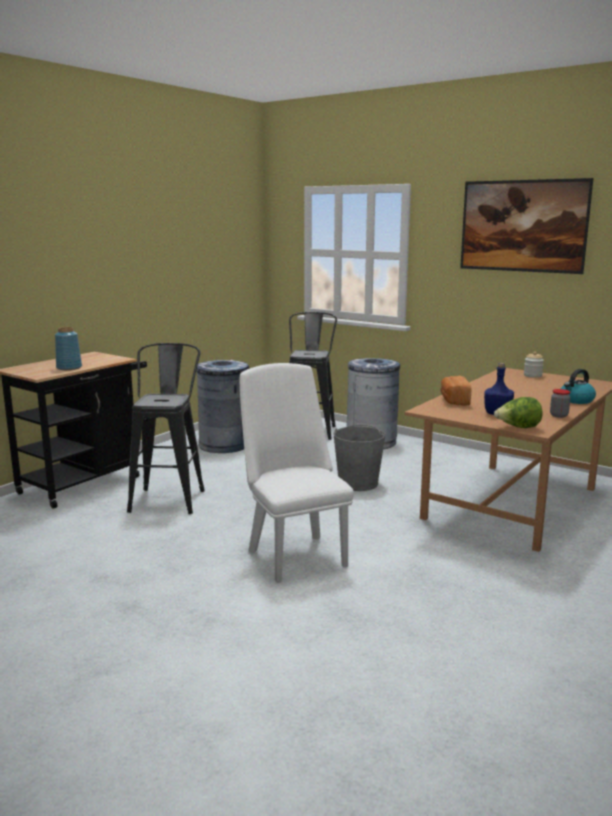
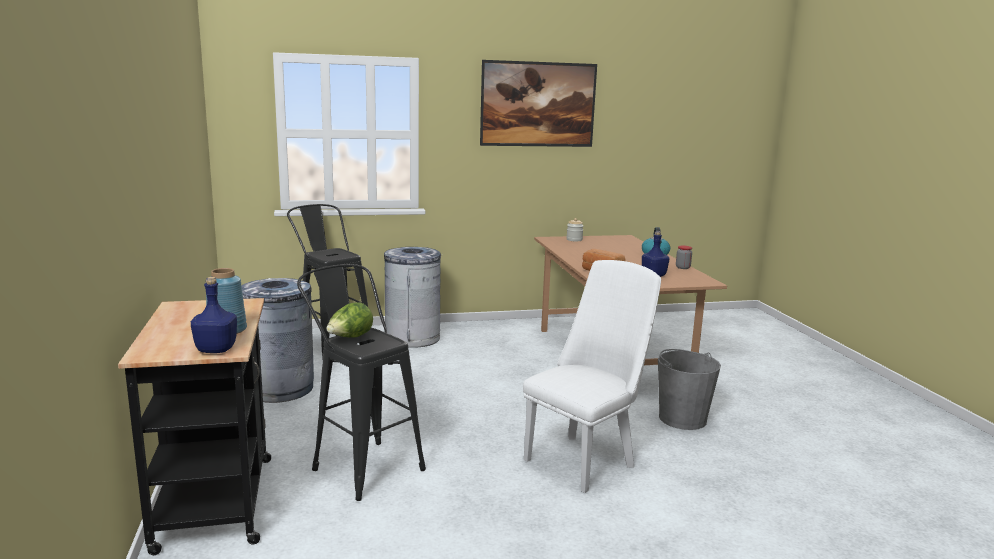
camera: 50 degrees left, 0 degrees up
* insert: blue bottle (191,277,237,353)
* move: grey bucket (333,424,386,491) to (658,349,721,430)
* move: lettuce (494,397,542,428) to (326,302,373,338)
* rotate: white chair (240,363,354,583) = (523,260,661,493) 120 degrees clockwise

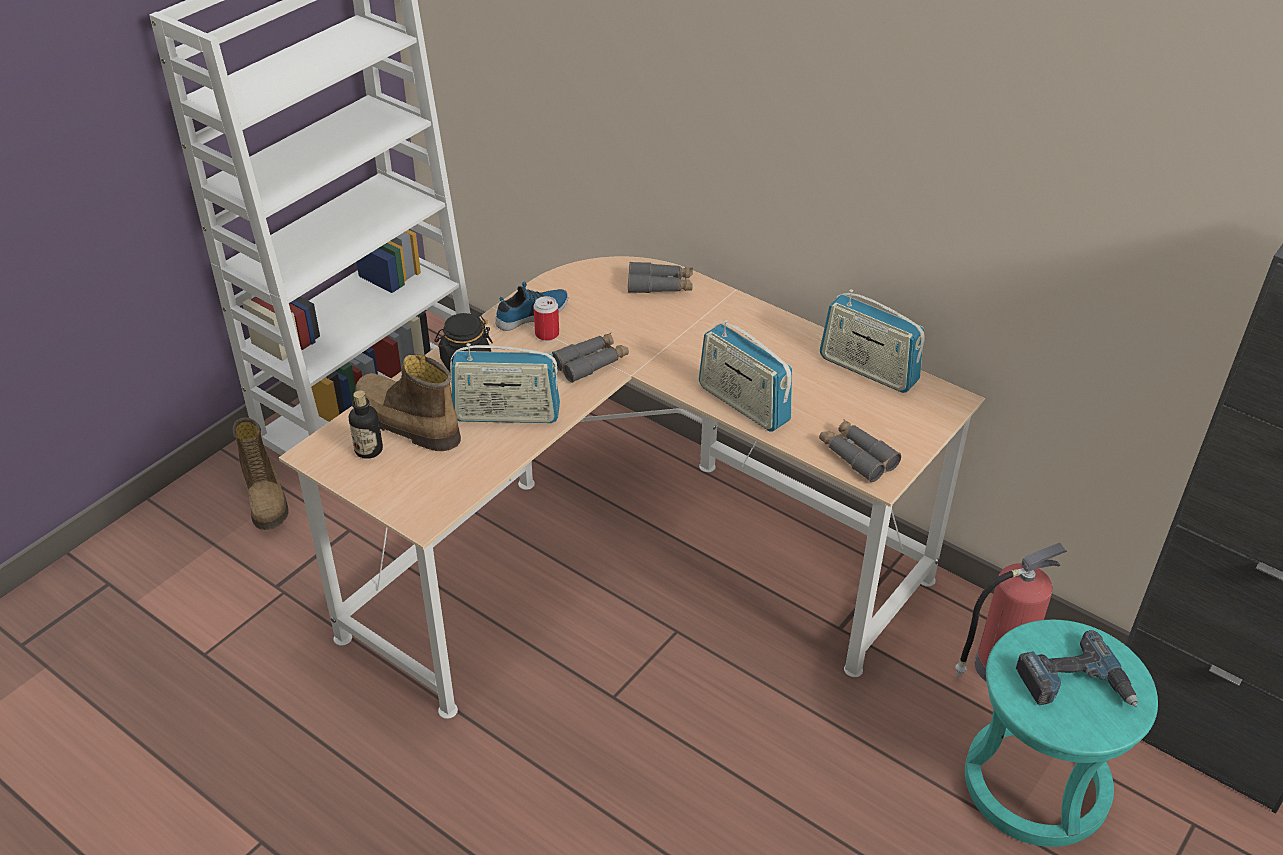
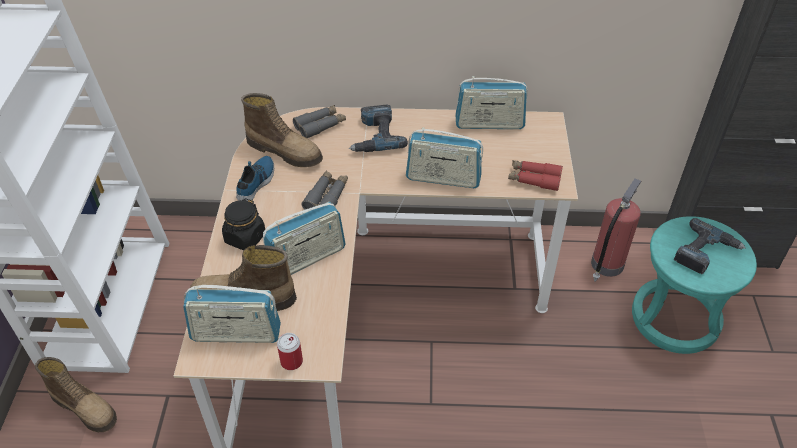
camera: 35 degrees left, 5 degrees up
* insert: boot (241,93,323,167)
* insert: power drill (349,105,408,152)
* move: can (533,296,559,341) to (277,333,303,370)
* replace: bottle (349,390,383,459) to radio (183,285,281,343)
* recolor: grey binoculars (819,419,901,482) to red binoculars (508,160,563,191)

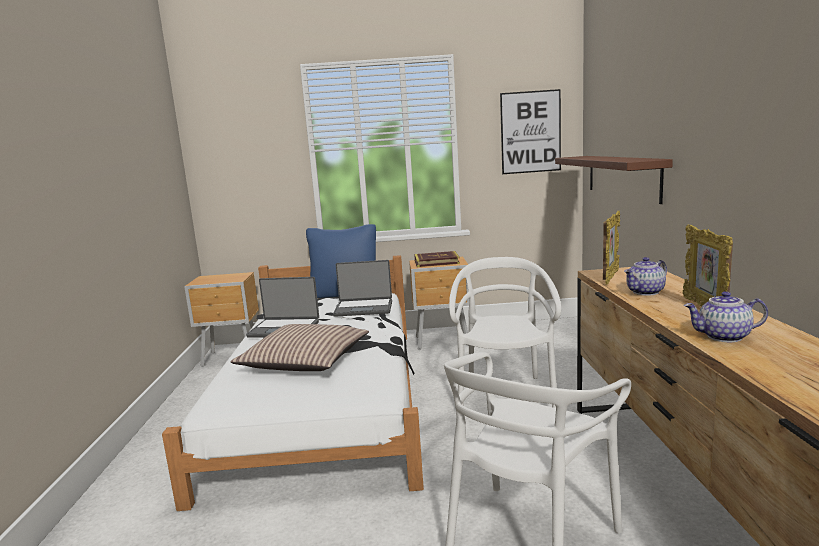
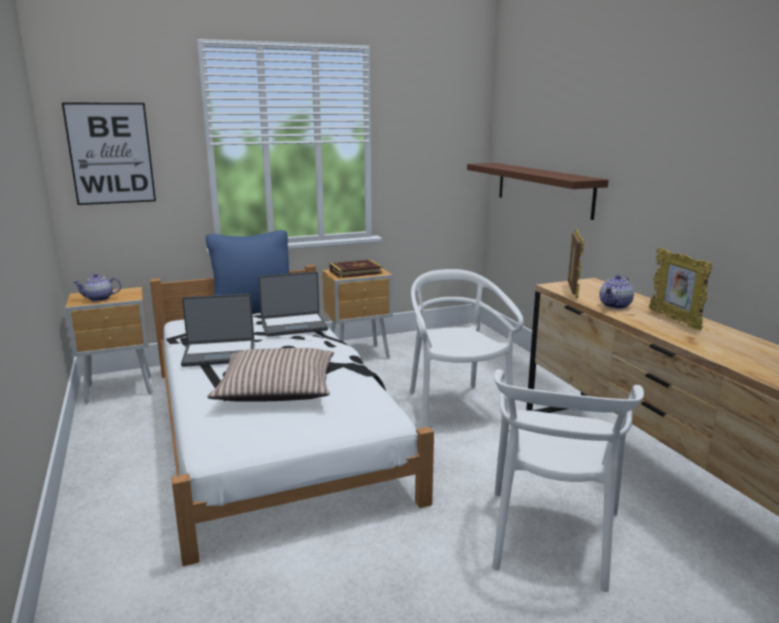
camera: 20 degrees left, 5 degrees up
* move: picture (500,89,561,174) to (62,103,156,205)
* move: teapot (684,291,768,342) to (73,274,121,302)

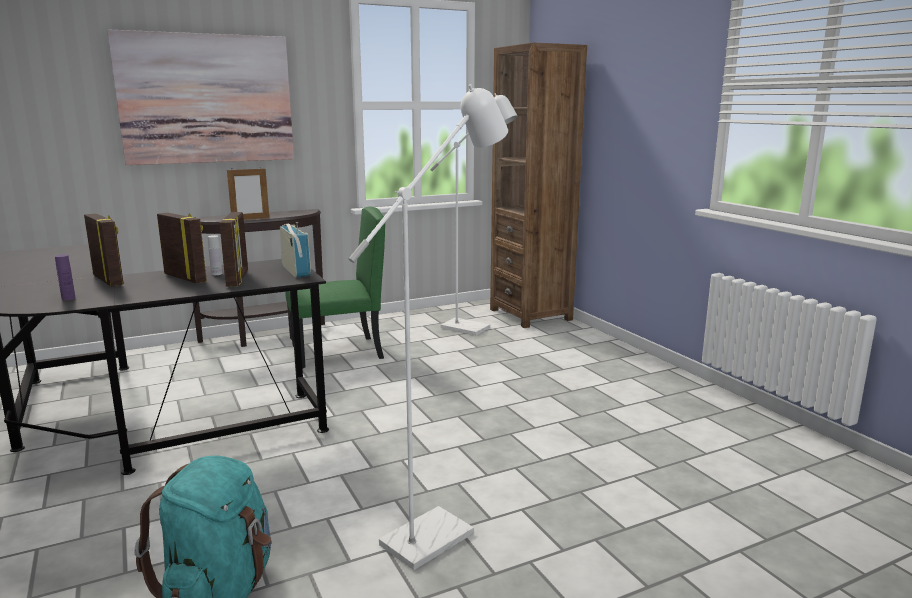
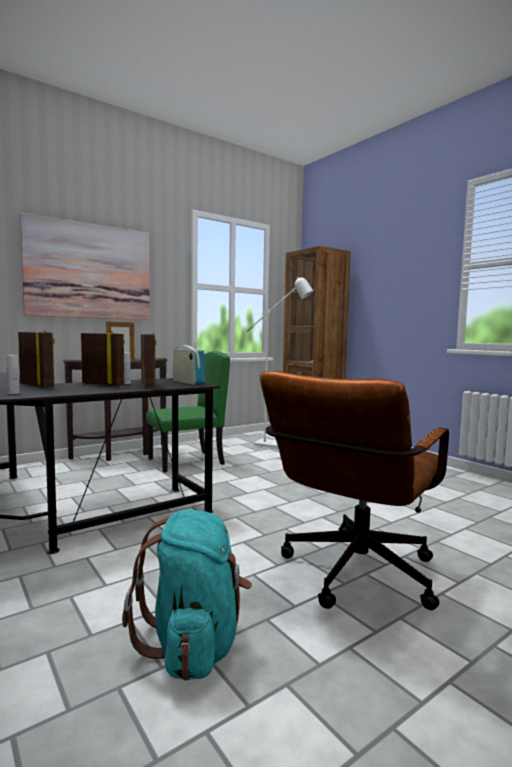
camera: 10 degrees left, 10 degrees down
* replace: white floor lamp (349,84,508,570) to brown office chair (260,371,449,610)
* recolor: purple bottle (55,255,76,300) to white bottle (6,355,19,394)

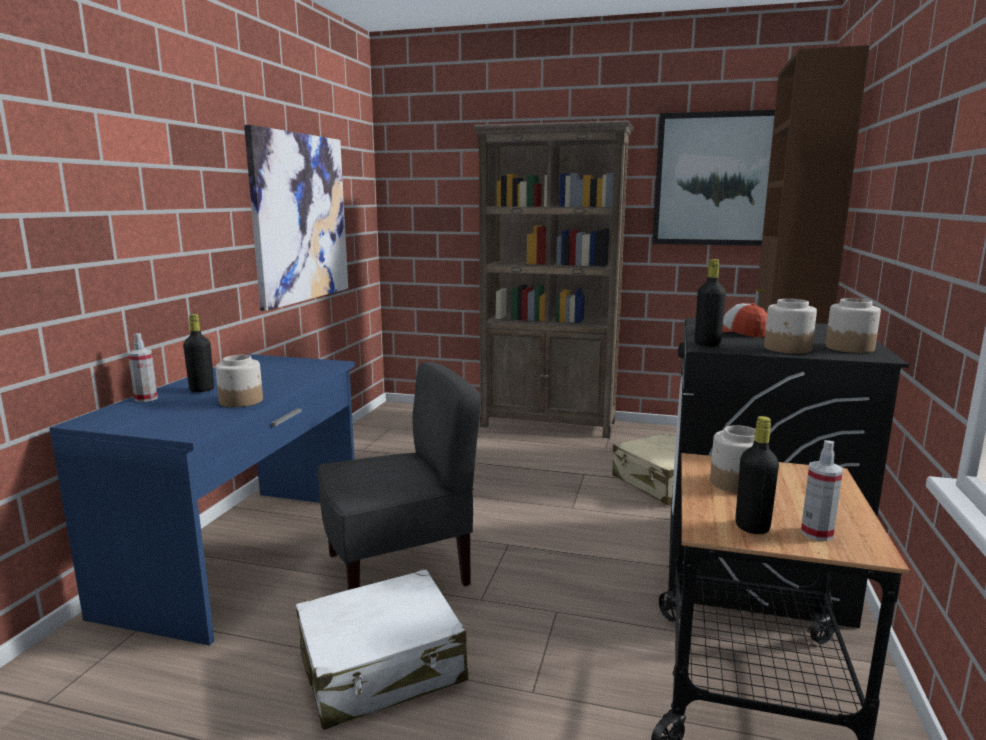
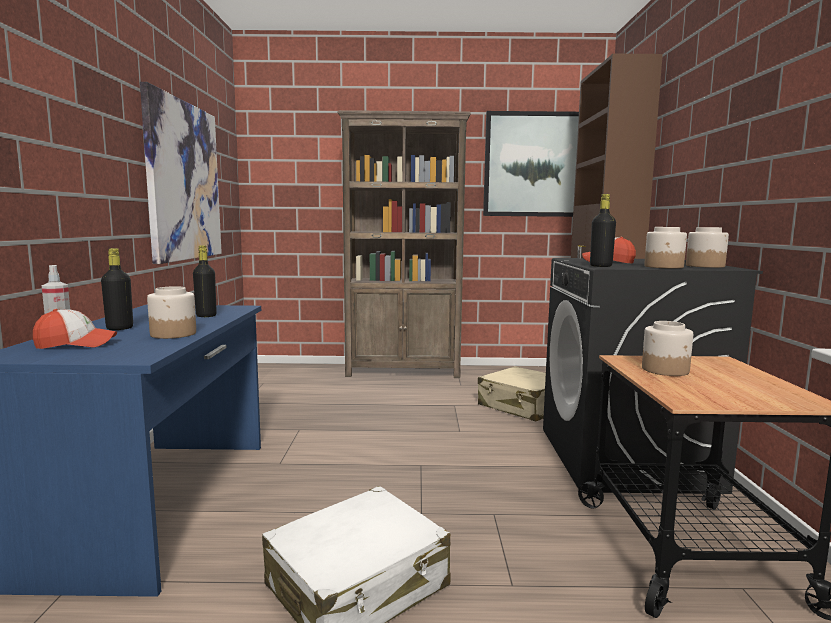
camera: 15 degrees left, 5 degrees down
* delete: grey chair (318,362,481,590)
* delete: spray bottle (801,440,843,541)
* insert: cap (33,309,117,349)
* move: black bottle (735,416,779,534) to (193,245,217,317)

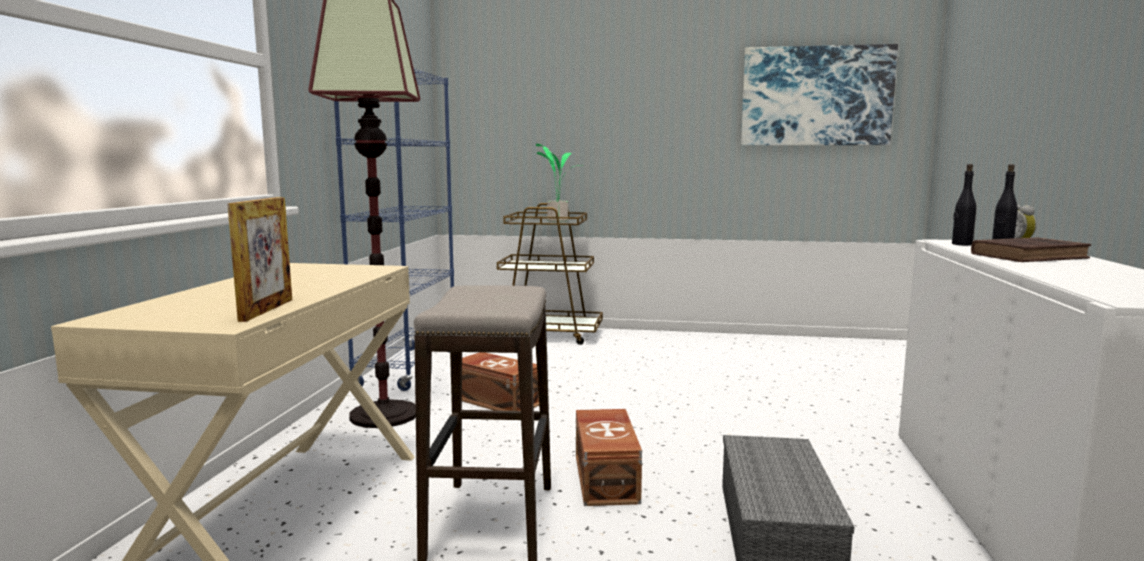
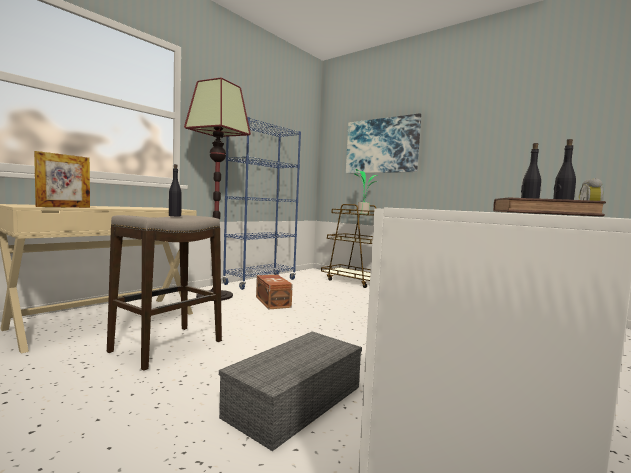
camera: 30 degrees right, 5 degrees down
* delete: brown storage box (576,409,642,506)
* insert: black bottle (169,164,182,216)
* move: picture (741,44,898,145) to (346,113,421,173)

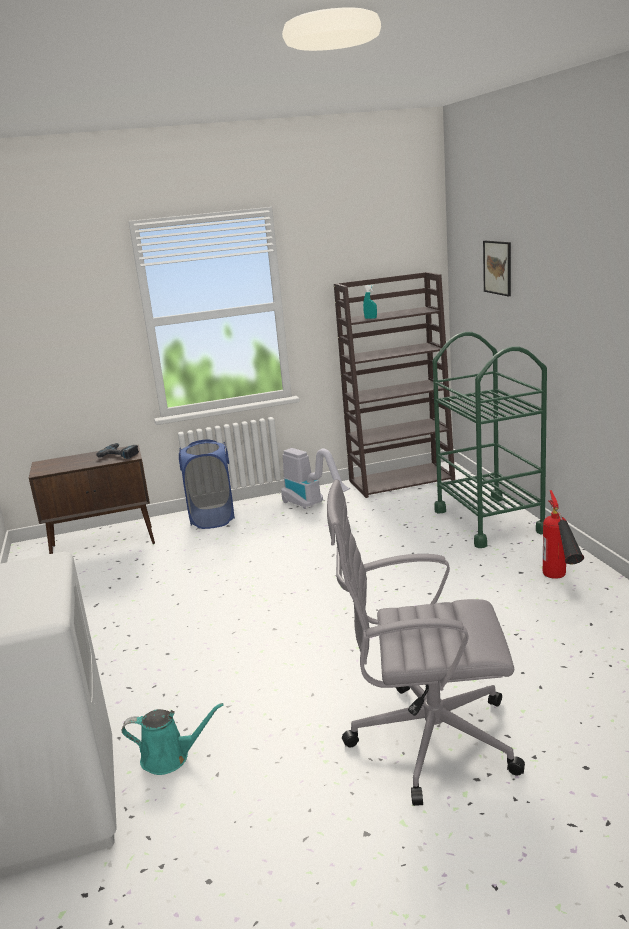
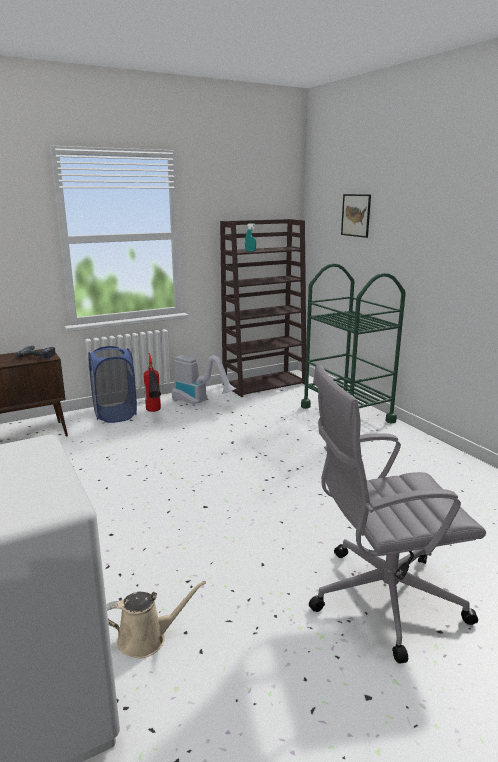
camera: 15 degrees left, 0 degrees up
* move: fire extinguisher (543,490,584,579) to (144,353,161,412)
* recolor: turquoise watering can (122,703,224,775) to beige watering can (106,581,206,658)

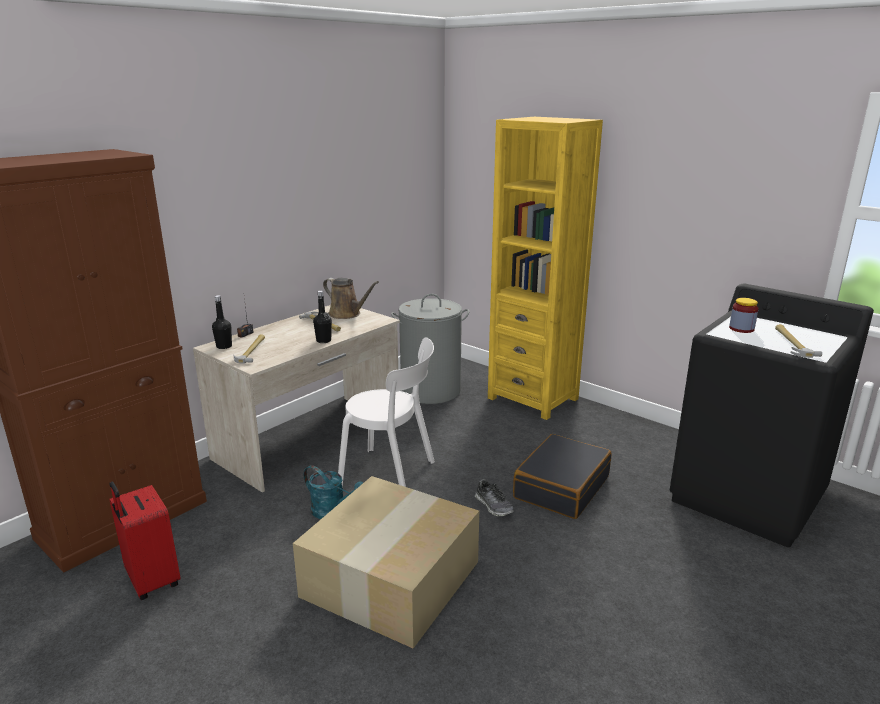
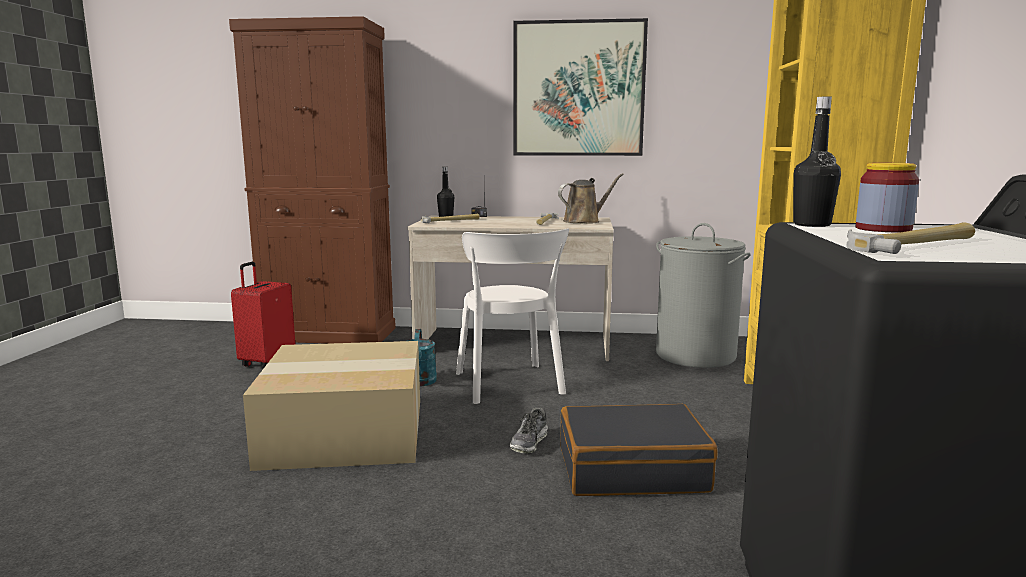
camera: 55 degrees right, 10 degrees down
* insert: picture (513,18,648,156)
* move: black bottle (313,290,332,343) to (793,96,841,227)
* rotate: brown watering can (323,278,379,319) = (558,173,624,223) 120 degrees counterclockwise

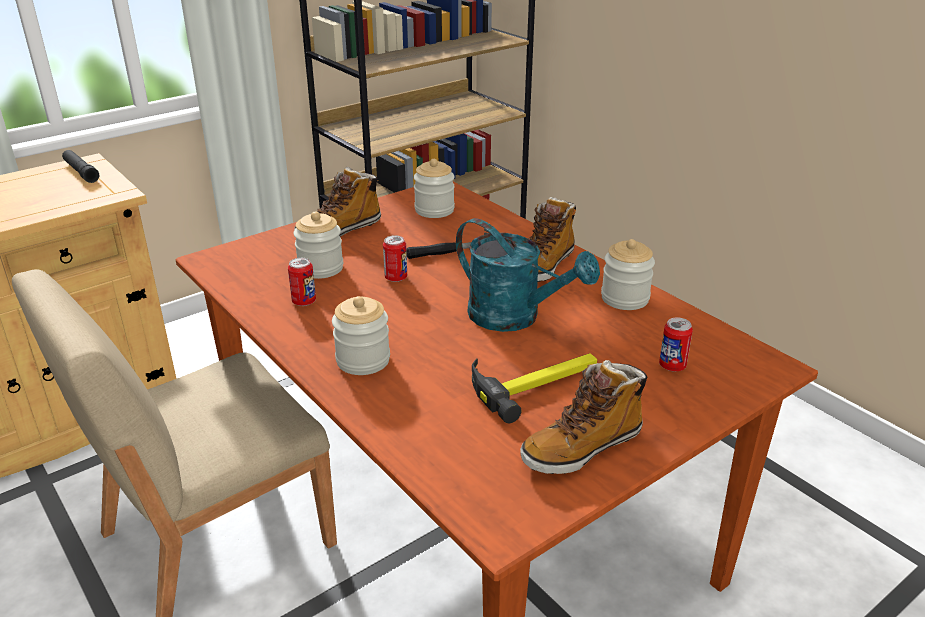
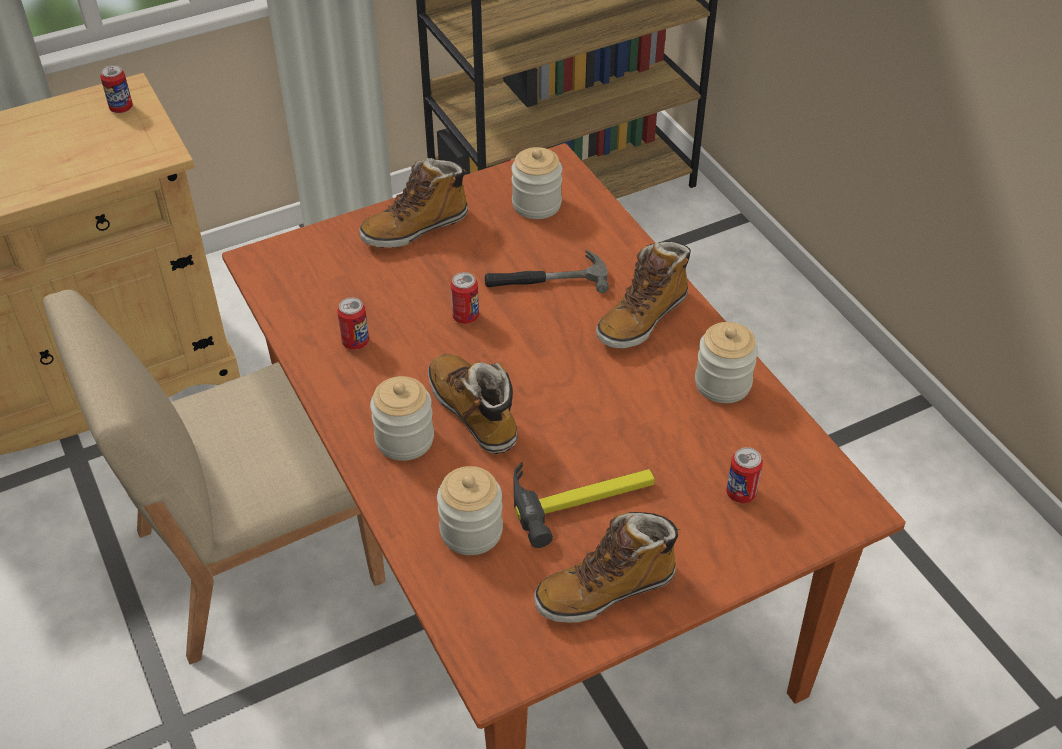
camera: 10 degrees right, 15 degrees up
* delete: turquoise watering can (456,218,600,332)
* insert: boot (428,354,518,454)
* move: jar (293,211,343,279) to (437,466,503,555)
* replace: black flashlight (62,150,99,183) to can (100,65,133,113)

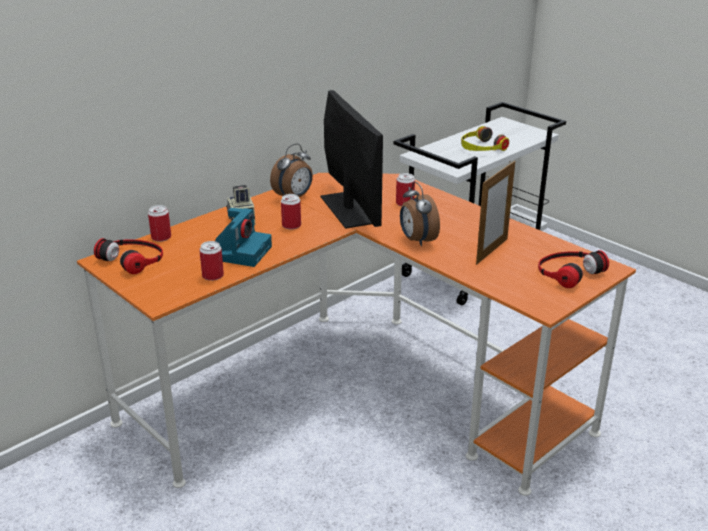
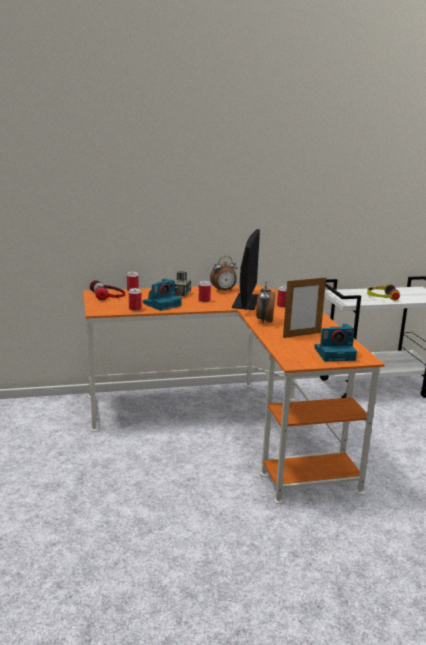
camera: 30 degrees right, 10 degrees down
* replace: headphones (538,250,609,288) to photo camera (314,324,357,361)

